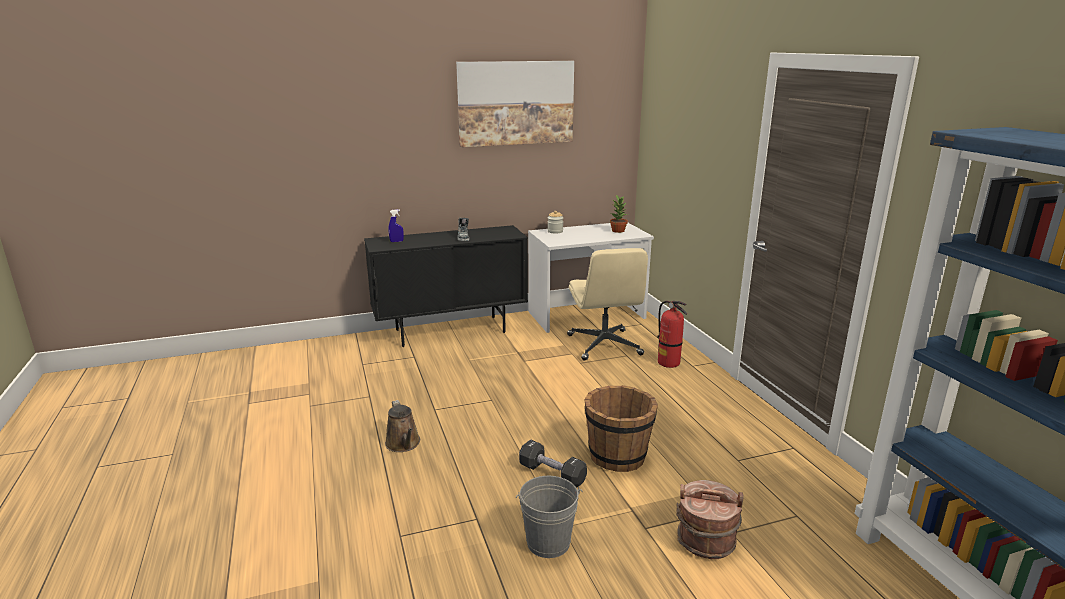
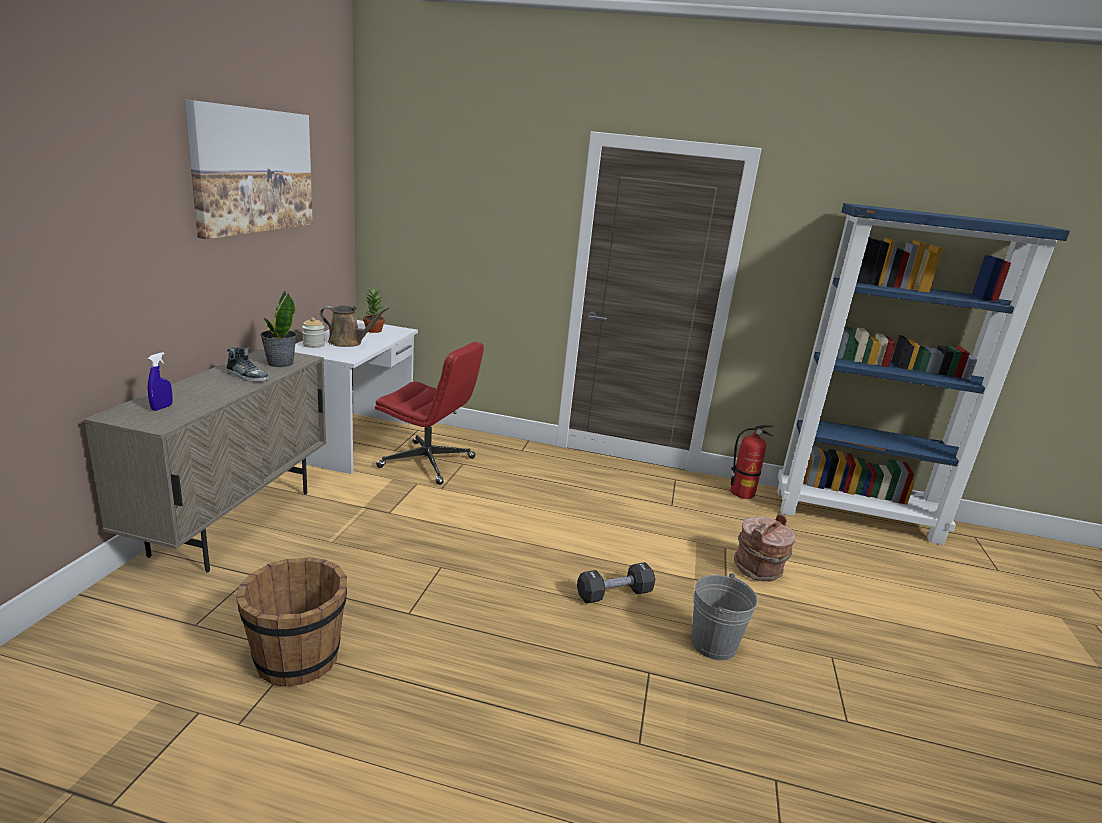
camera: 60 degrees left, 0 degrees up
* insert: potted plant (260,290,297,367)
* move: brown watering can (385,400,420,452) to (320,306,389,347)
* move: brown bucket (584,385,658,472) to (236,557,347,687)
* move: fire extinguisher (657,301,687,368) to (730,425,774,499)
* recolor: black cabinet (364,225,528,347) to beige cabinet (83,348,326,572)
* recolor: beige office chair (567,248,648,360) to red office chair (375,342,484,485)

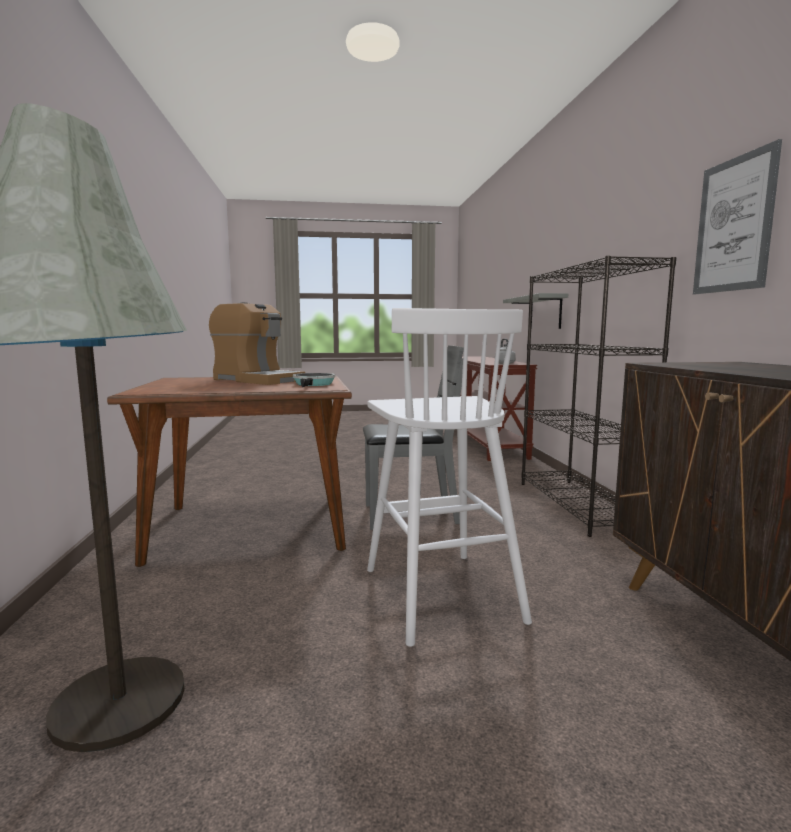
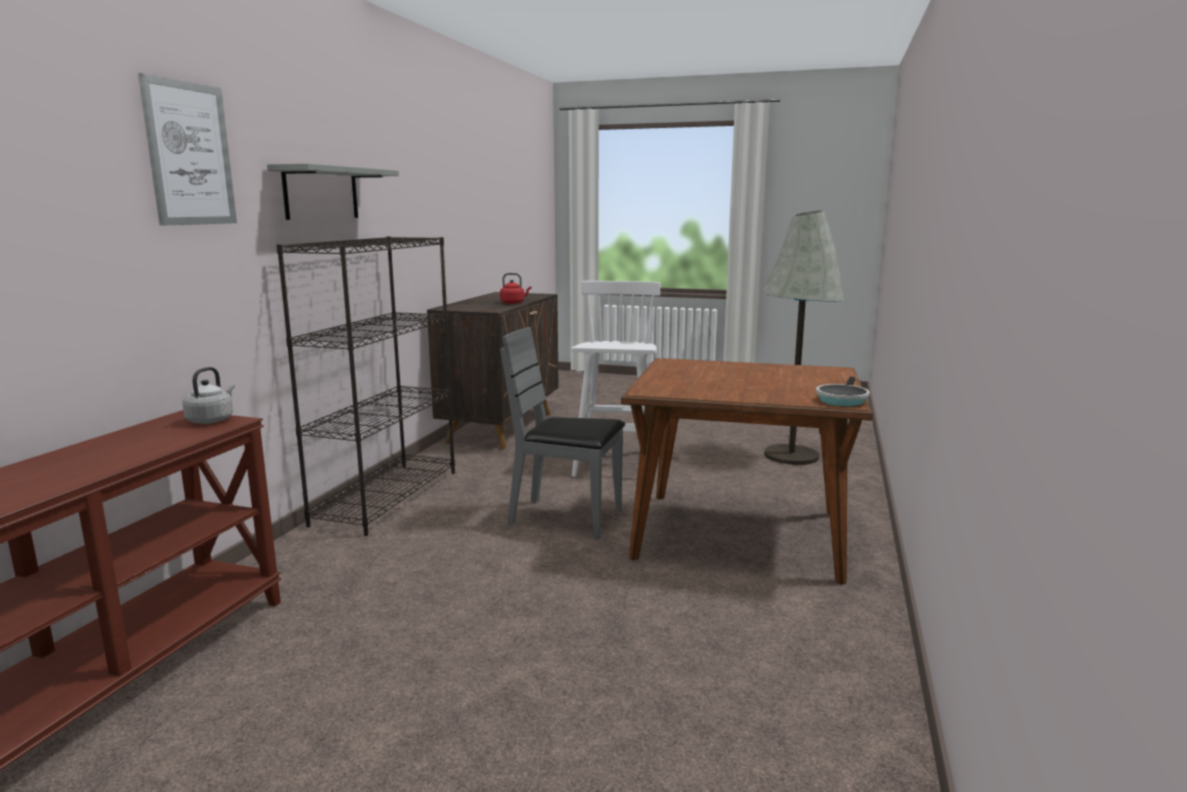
camera: 155 degrees left, 5 degrees up
* delete: coffee machine (209,302,305,385)
* insert: red kettle (500,273,531,304)
* move: frying pan (293,373,335,387) to (816,377,870,407)
* move: grey shelf (503,293,568,329) to (267,163,399,220)
* move: picture (693,139,782,294) to (138,73,237,226)

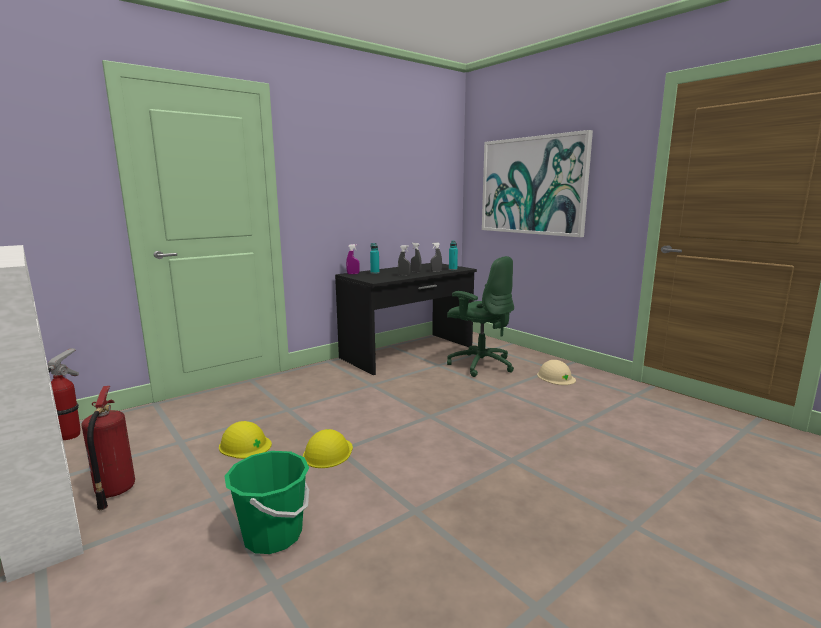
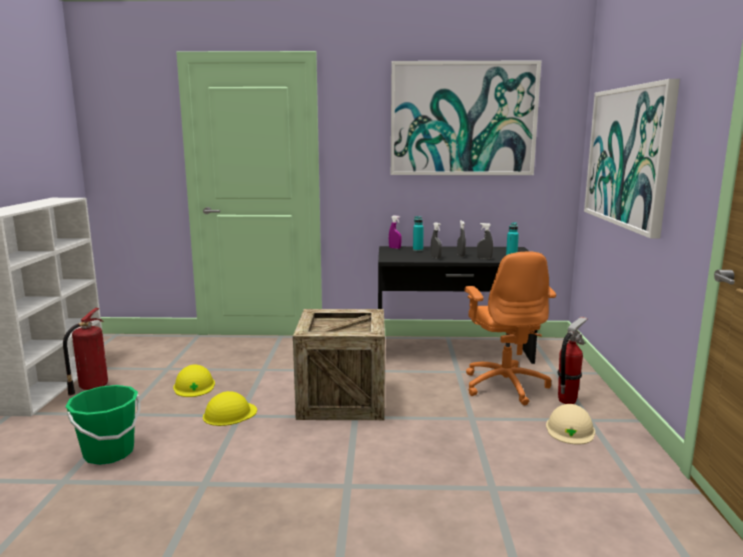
camera: 40 degrees right, 0 degrees up
* insert: crate (293,309,385,420)
* insert: picture (391,61,541,175)
* move: fire extinguisher (48,348,81,440) to (557,317,588,404)
* recolor: green office chair (447,256,514,377) to orange office chair (465,251,556,405)

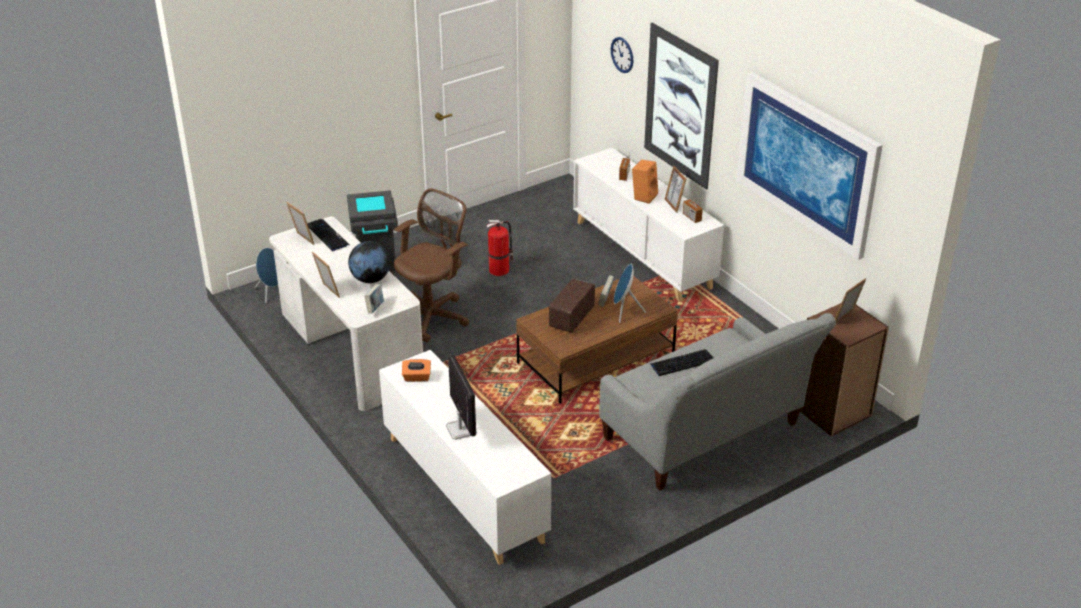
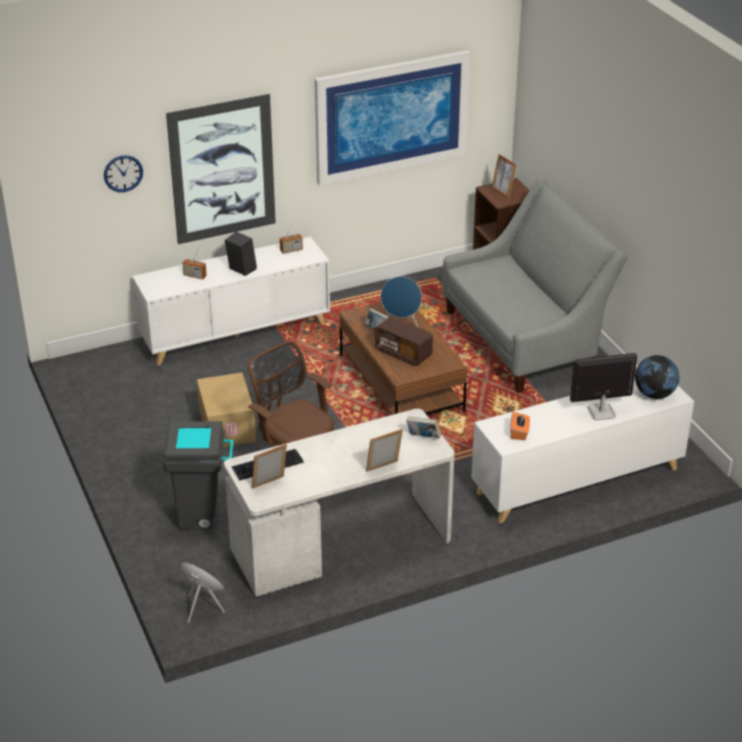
camera: 80 degrees left, 0 degrees up
* delete: keyboard (650,349,713,376)
* delete: picture frame (665,166,686,213)
* move: globe (348,241,390,283) to (635,355,679,399)
* replace: fire extinguisher (487,220,514,276) to cardboard box (197,373,256,447)
* recolor: orange speaker (632,160,658,204) to black speaker (225,231,257,276)

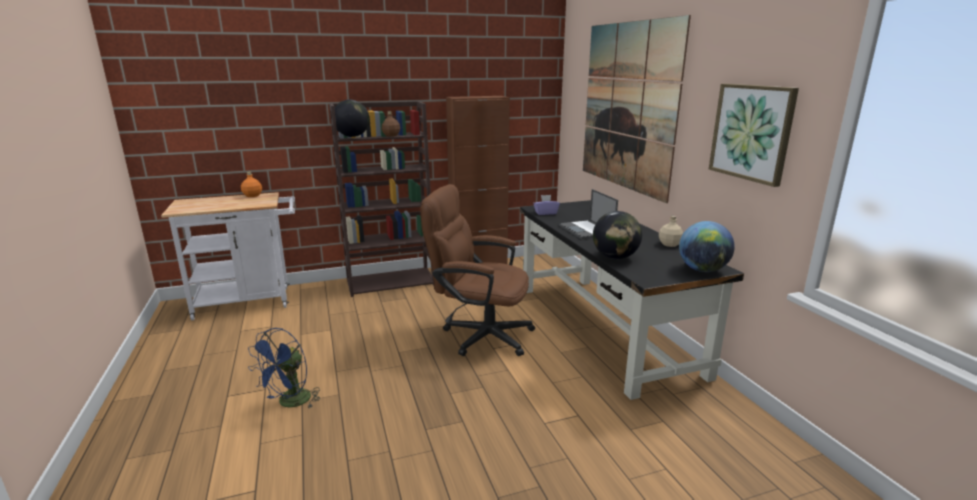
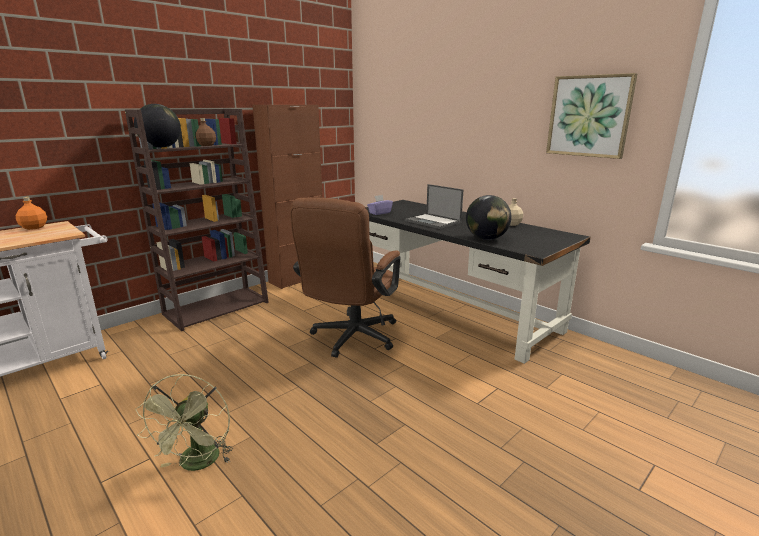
camera: 25 degrees left, 0 degrees up
* delete: picture (583,15,691,203)
* delete: globe (679,221,735,272)
* recolor: blue fan (248,328,320,409) to green fan (135,374,233,471)
* rotate: brown office chair (420,184,535,356) = (290,198,400,358) 60 degrees counterclockwise

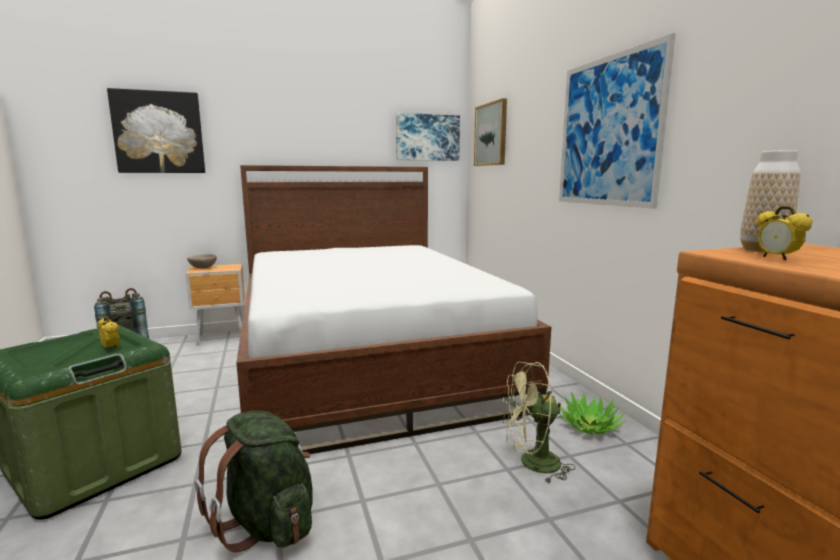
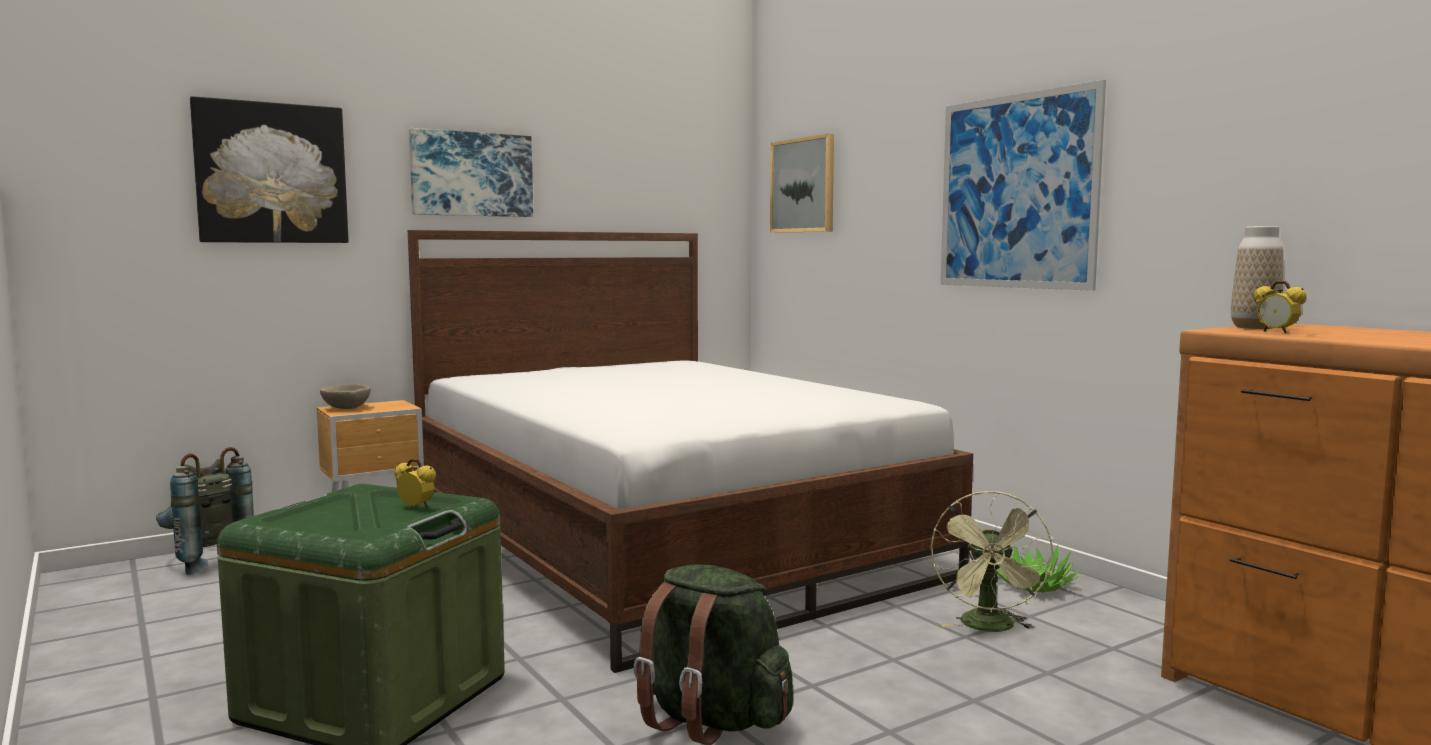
camera: 15 degrees left, 5 degrees down
* move: picture (396,113,460,161) to (409,128,533,217)
* rotate: green fan (502,362,576,483) = (931,490,1053,632) 60 degrees counterclockwise

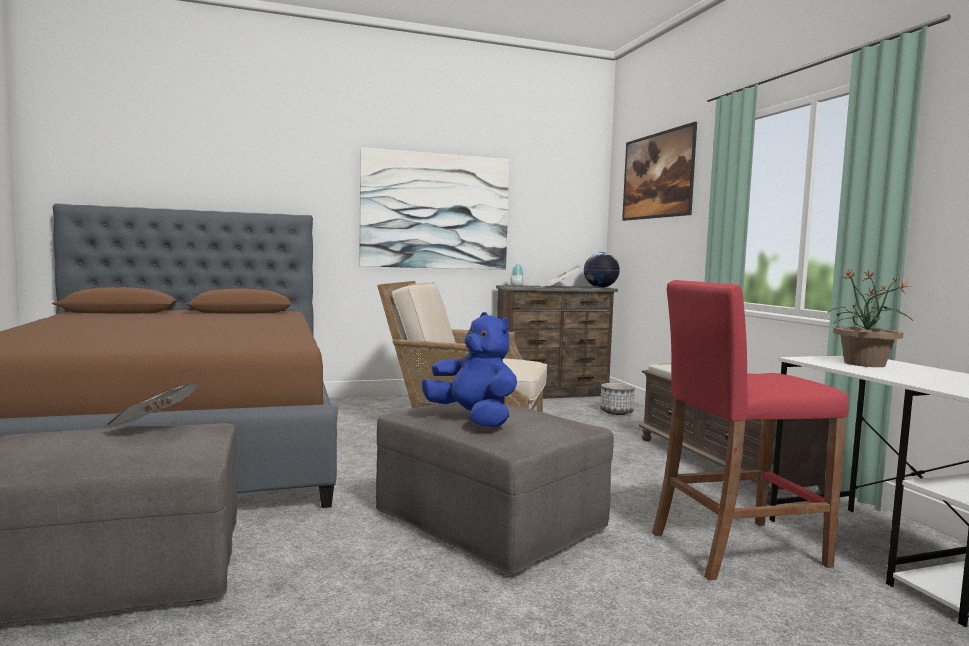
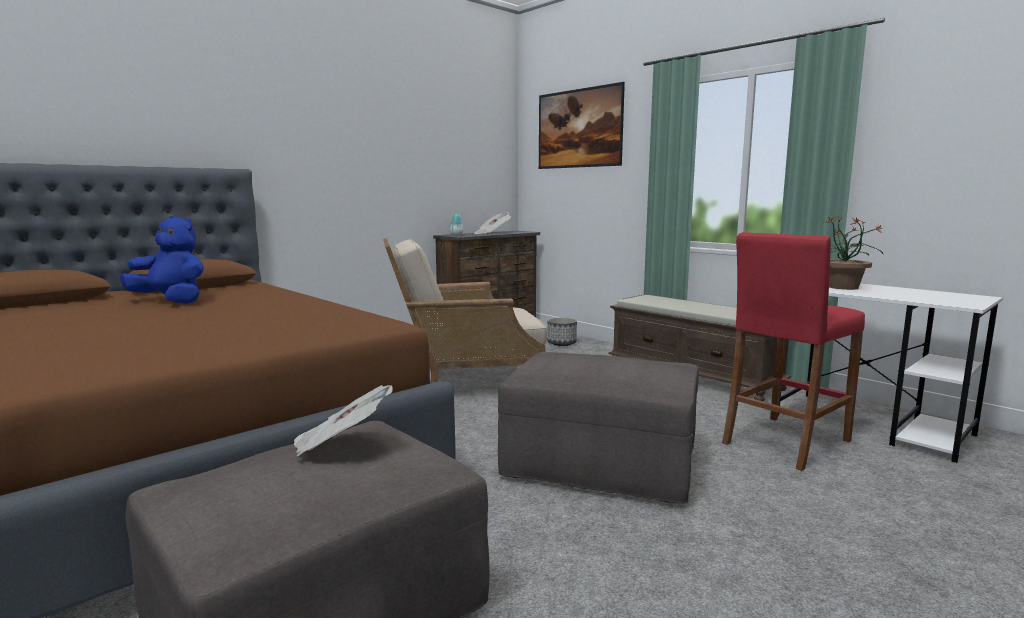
camera: 25 degrees left, 5 degrees up
* delete: picture (359,147,509,270)
* delete: globe (584,252,620,288)
* move: blue plush toy (422,312,517,427) to (119,216,204,304)

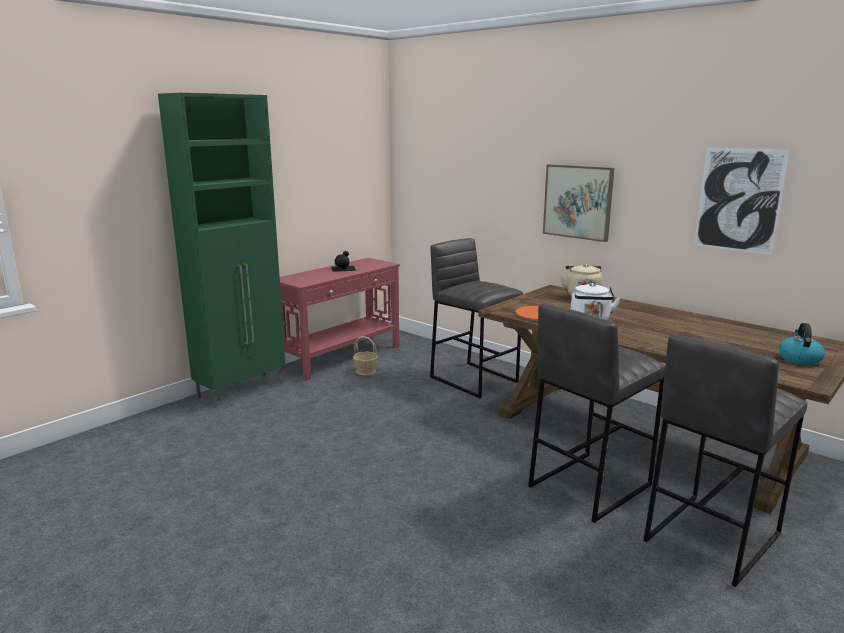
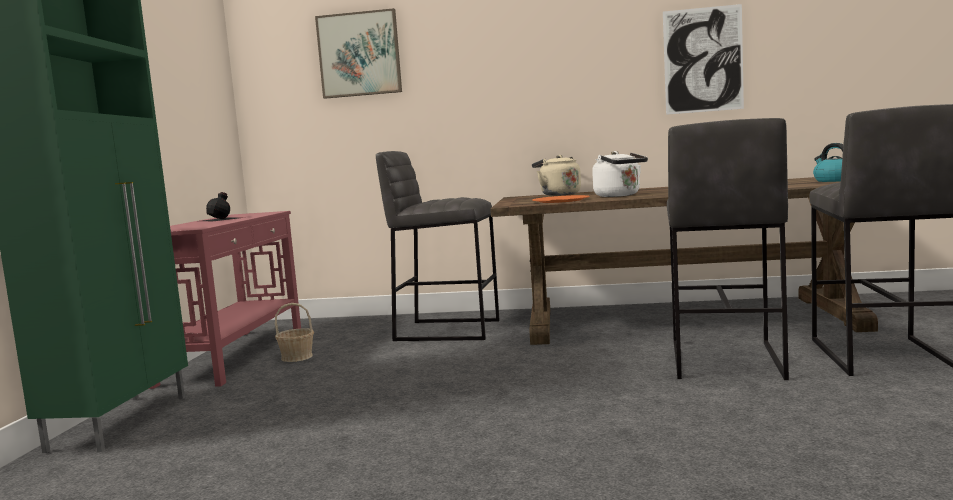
camera: 35 degrees left, 10 degrees down
* move: picture (543,164,614,242) to (315,8,402,99)

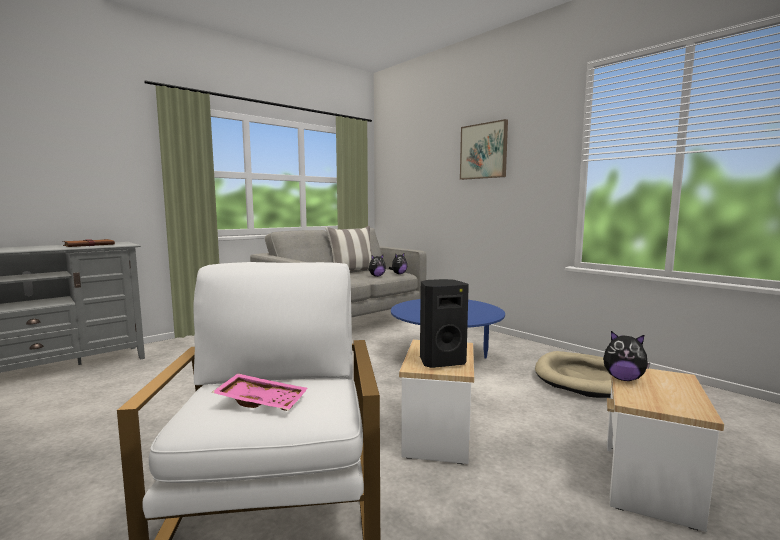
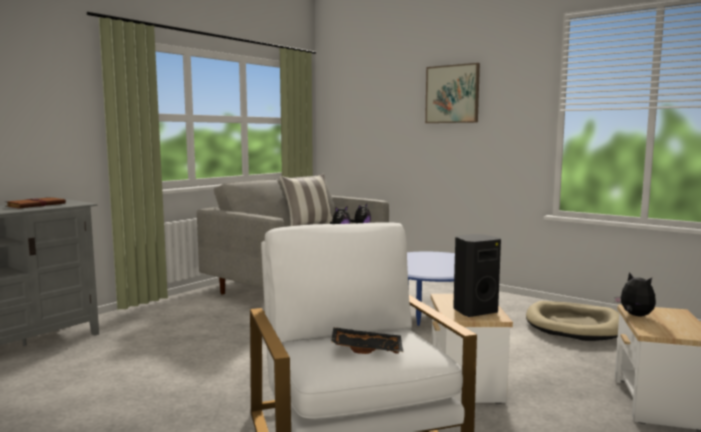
camera: 10 degrees left, 0 degrees up
* recolor: pink tray (211,373,308,411) to black tray (331,327,404,354)
* rotate: plush toy (603,331,650,381) = (614,272,656,317) 135 degrees counterclockwise

